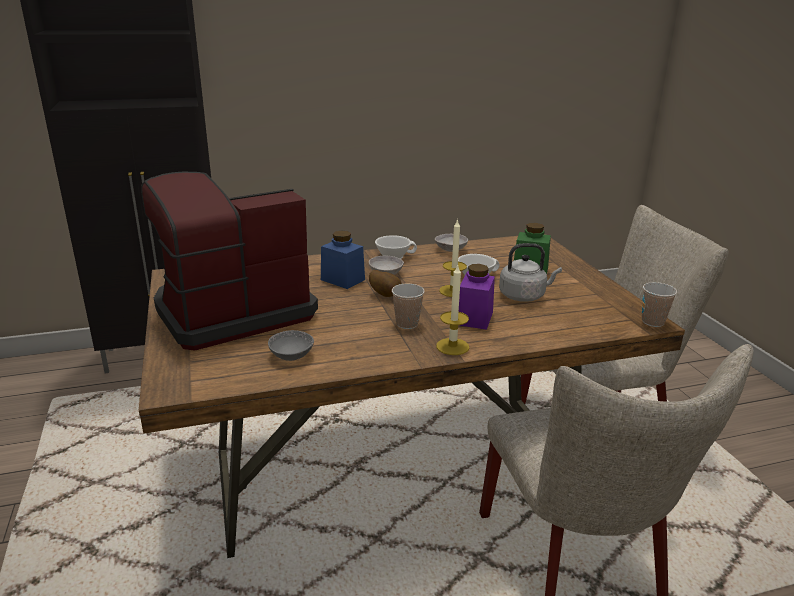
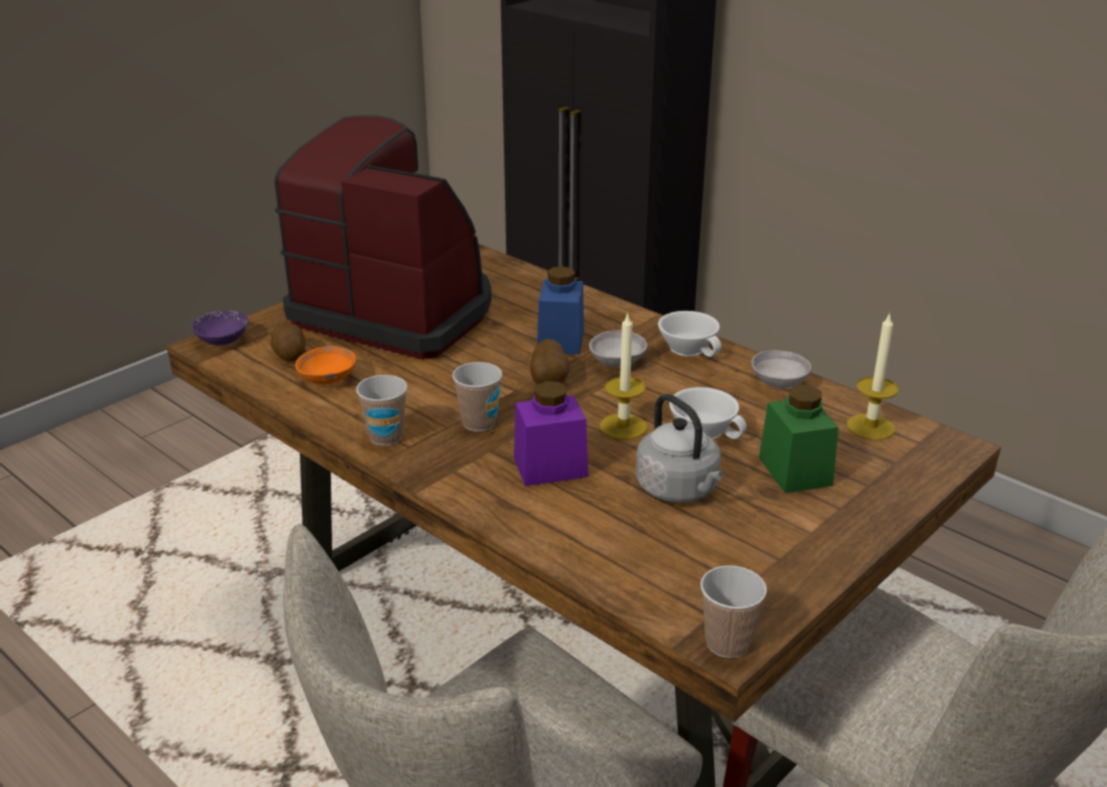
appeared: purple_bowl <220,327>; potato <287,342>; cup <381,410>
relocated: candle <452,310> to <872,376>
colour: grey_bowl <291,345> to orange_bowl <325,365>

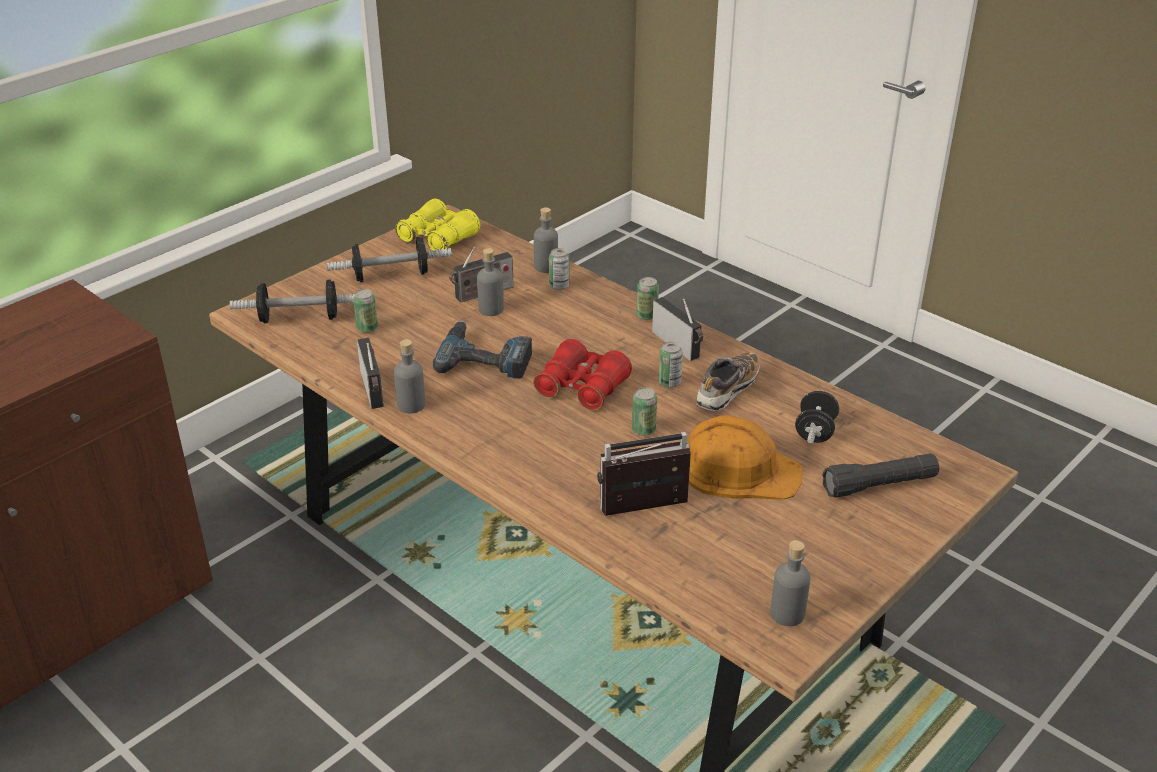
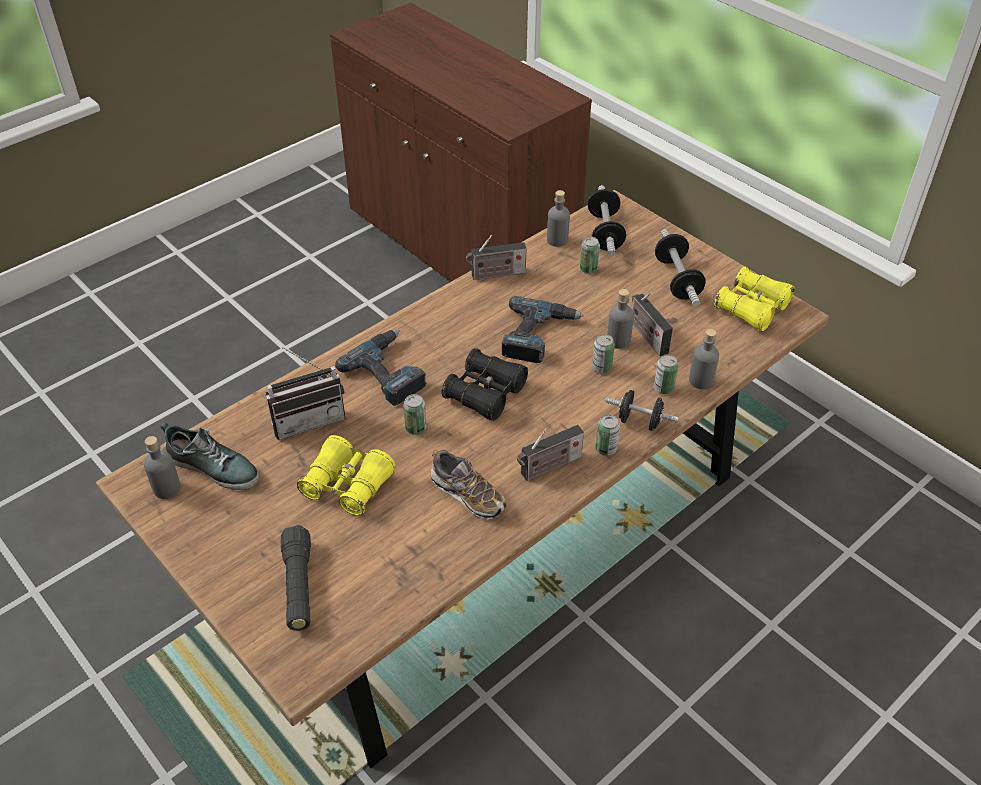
appeared: shoe <209,456>; power_drill <381,367>
relocated: grey_bottle <409,376> to <558,218>; can <670,365> to <603,353>; black_dumbbell <817,417> to <642,410>
exchanged: orange_hard_hat <745,457> to yellow_binoculars <346,475>
colour: red_binoculars <582,374> to black_binoculars <484,384>
spun: radio <644,474> = <305,393> 75 degrees clockwise

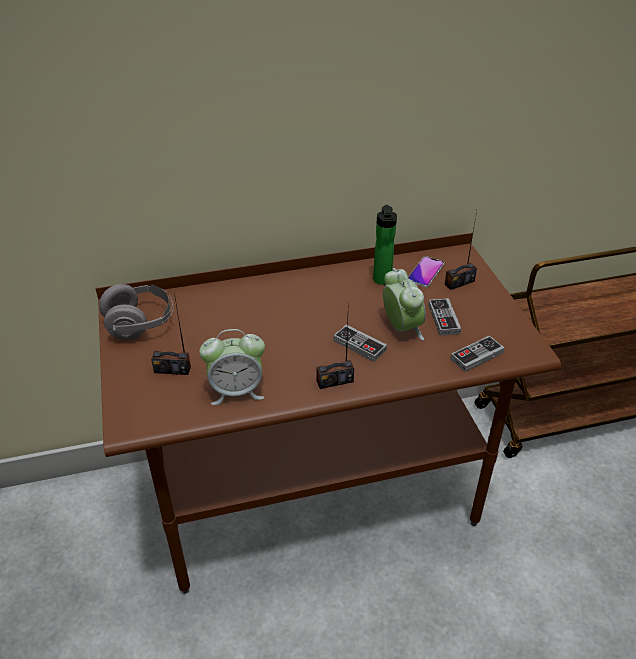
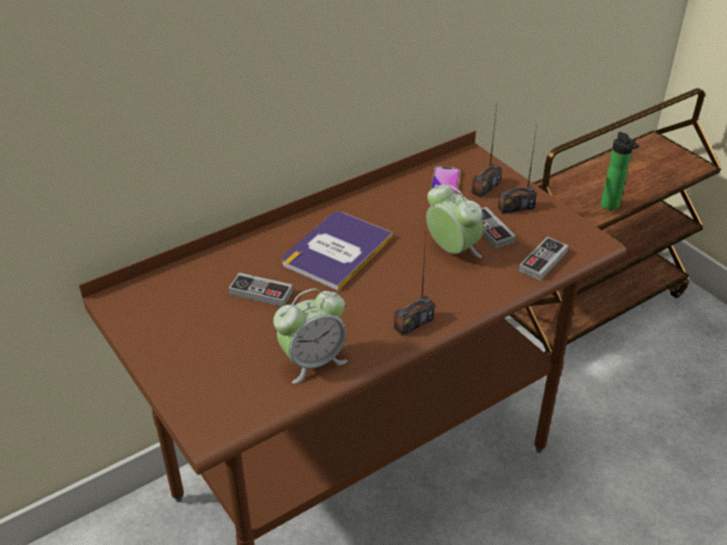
missing: grey_headphones <136,312>
appeared: book <337,251>
relocated: game_controller <360,343> to <261,290>; radio <171,334> to <517,170>; bottle <385,245> to <620,171>

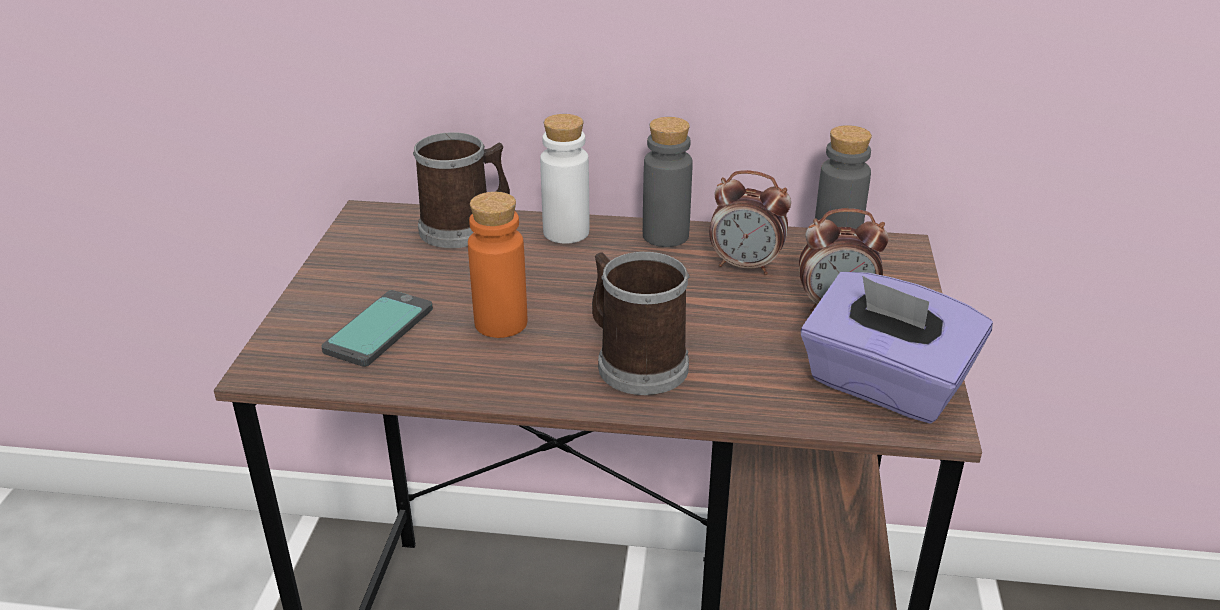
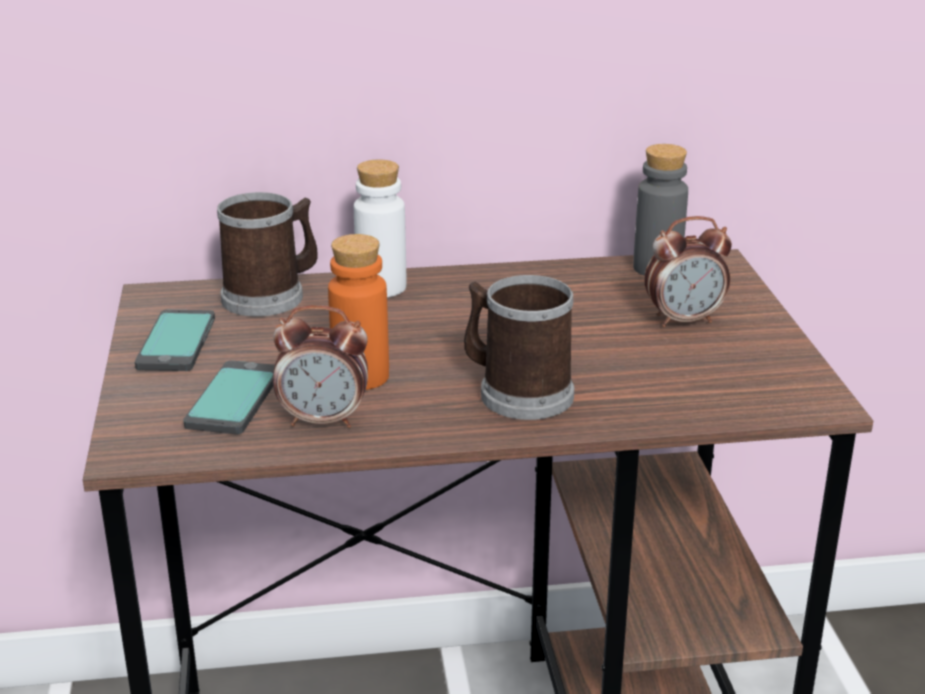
missing: grey_bottle <668,182>; purple_tissue_box <897,347>
appeared: phone <175,340>
relocated: alarm_clock <750,222> to <320,366>

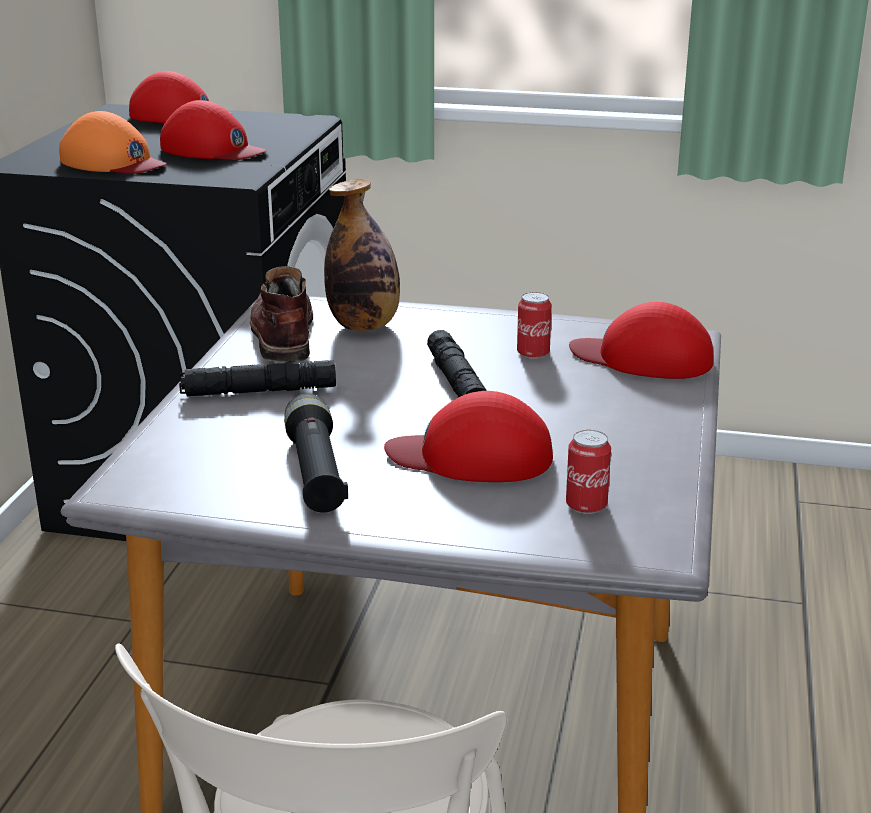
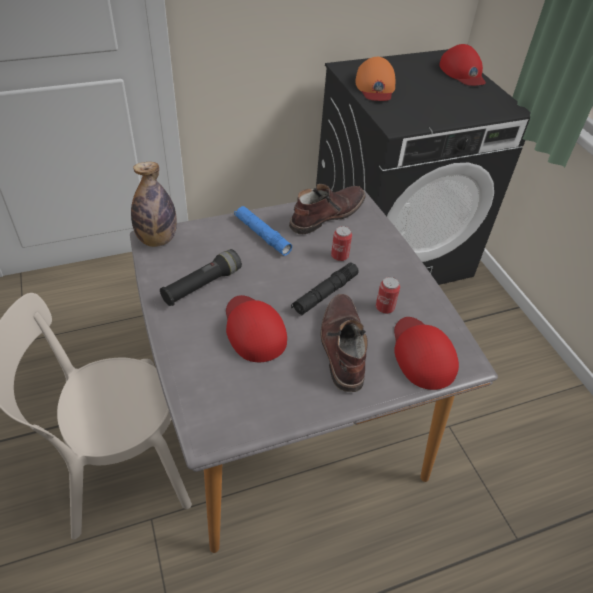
missing: red_cap <213,130>
appeared: brown_boot <344,343>
relocated: bottle <362,255> to <154,204>; can <588,472> to <341,243>
colour: black_flashlight <257,378> to blue_flashlight <263,231>

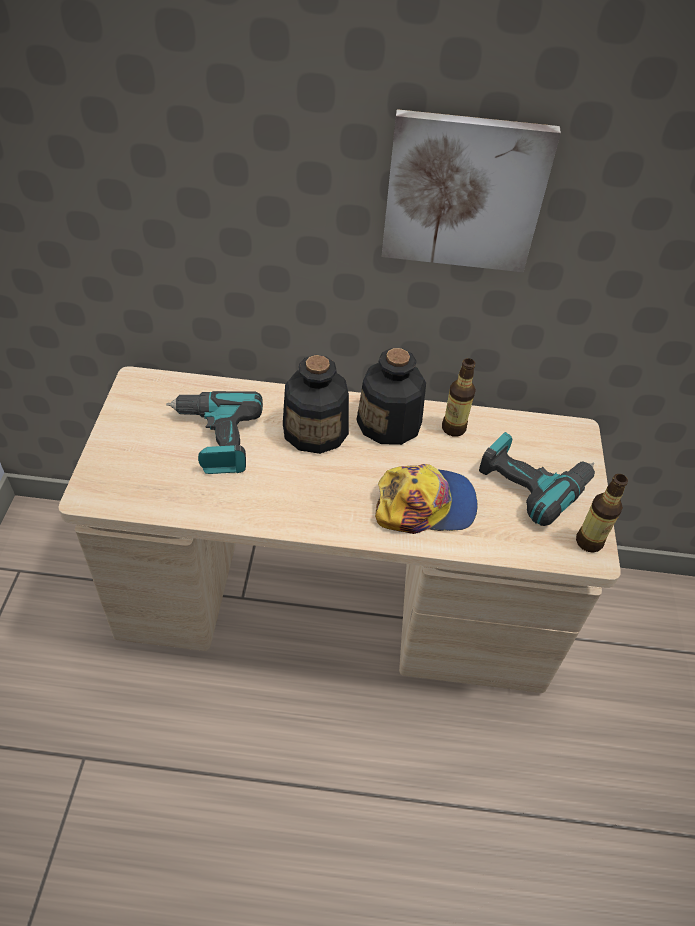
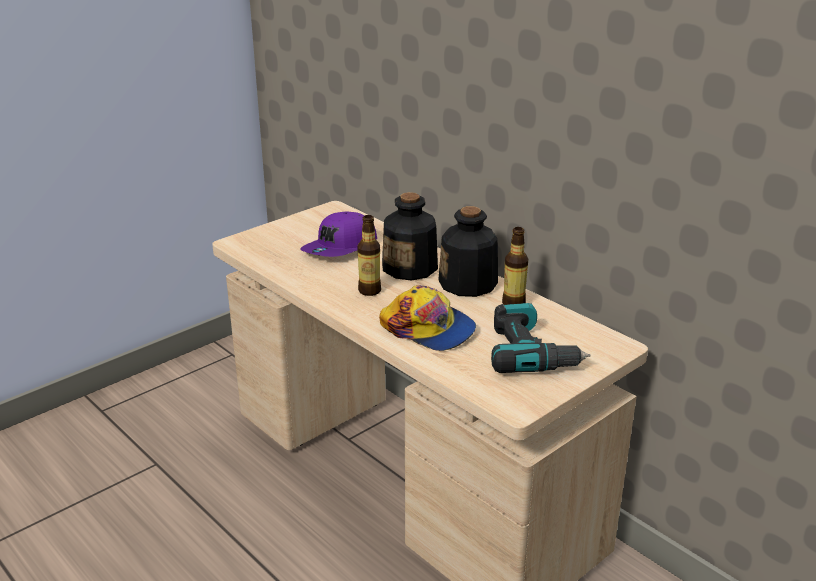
missing: picture <471,190>
relocated: bottle <602,513> to <369,255>
exchanged: power_drill <214,432> to purple_cap <338,234>

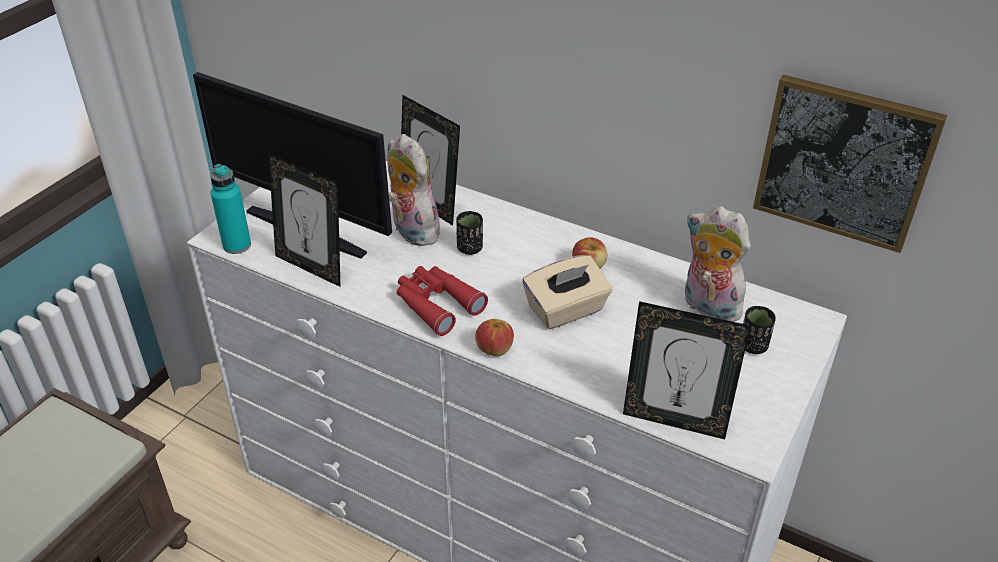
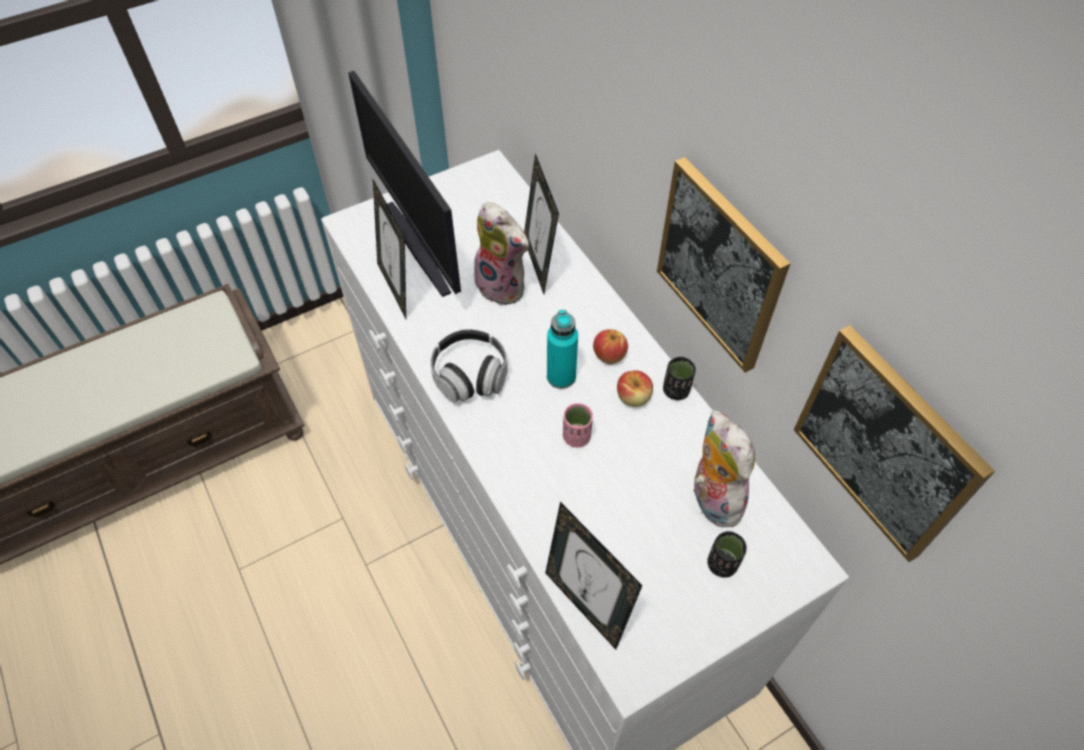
appeared: picture <723,265>
relocated: turquoise_bottle <230,209> to <562,349>; apple <494,337> to <610,346>; black_cup <469,233> to <679,378>
exchanged: red_binoculars <442,301> to headphones <469,366>; beige_tissue_box <567,292> to pink_cup <578,425>
spun: plush_toy <415,190> = <501,254> 135 degrees clockwise

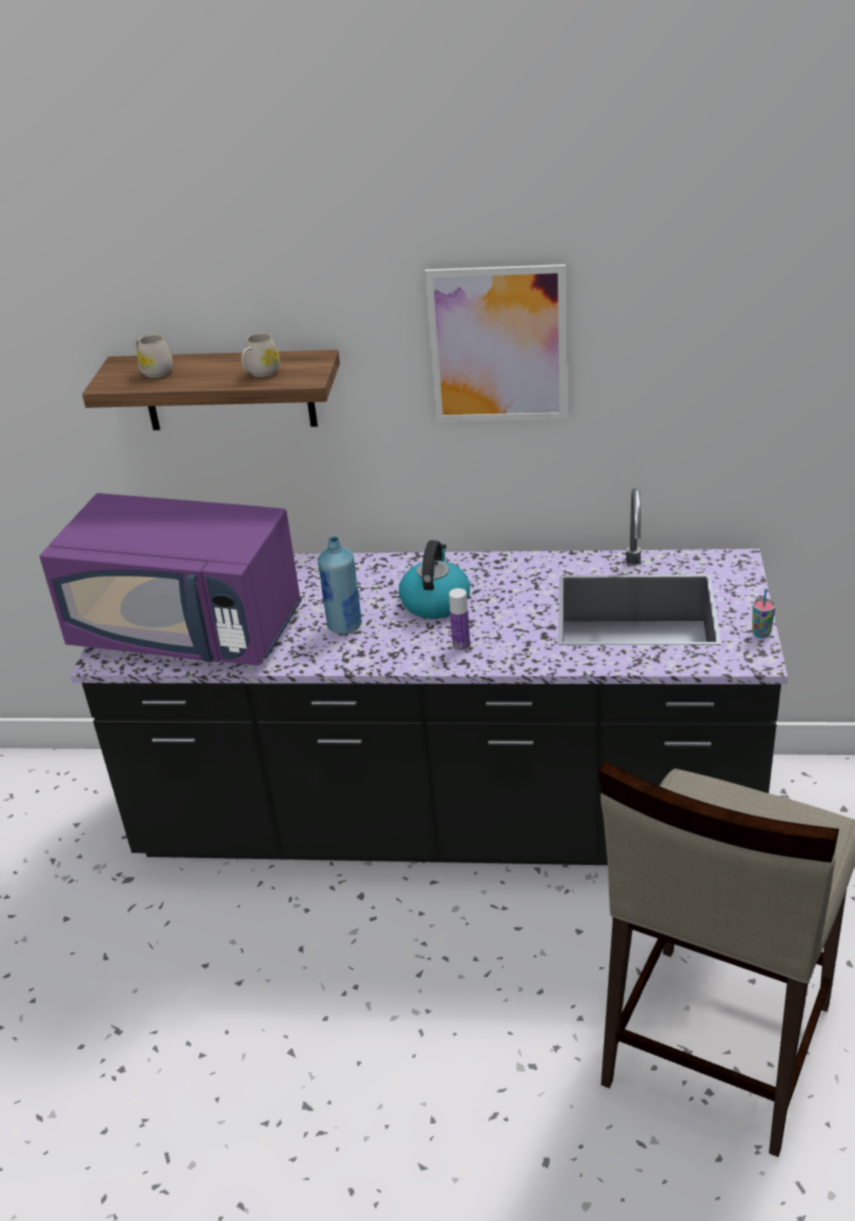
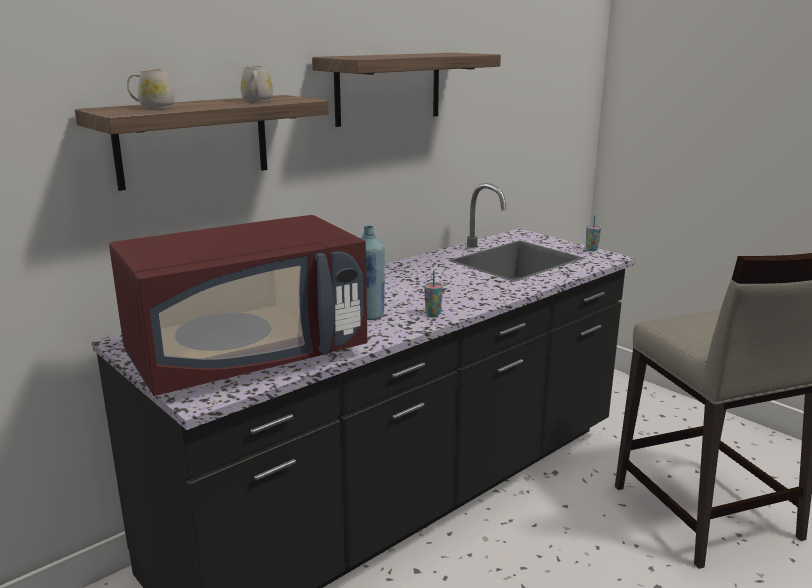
missing: kettle <434,579>; bottle <459,619>
appeared: cup <433,293>
exchanged: picture <496,343> to shelf <406,90>
colour: purple_microwave <170,579> to red_microwave <238,305>

